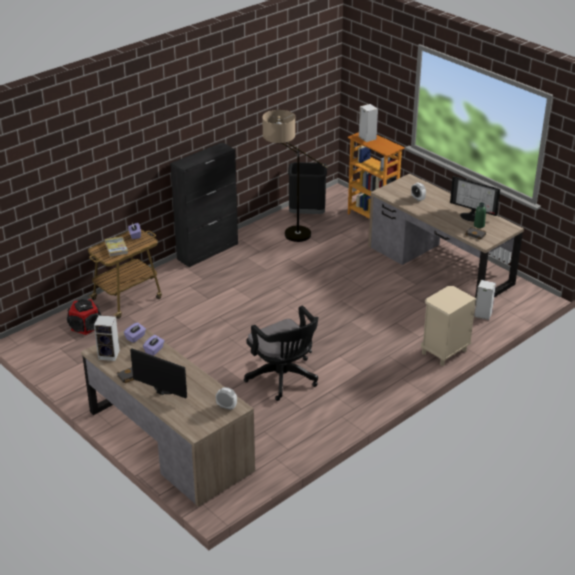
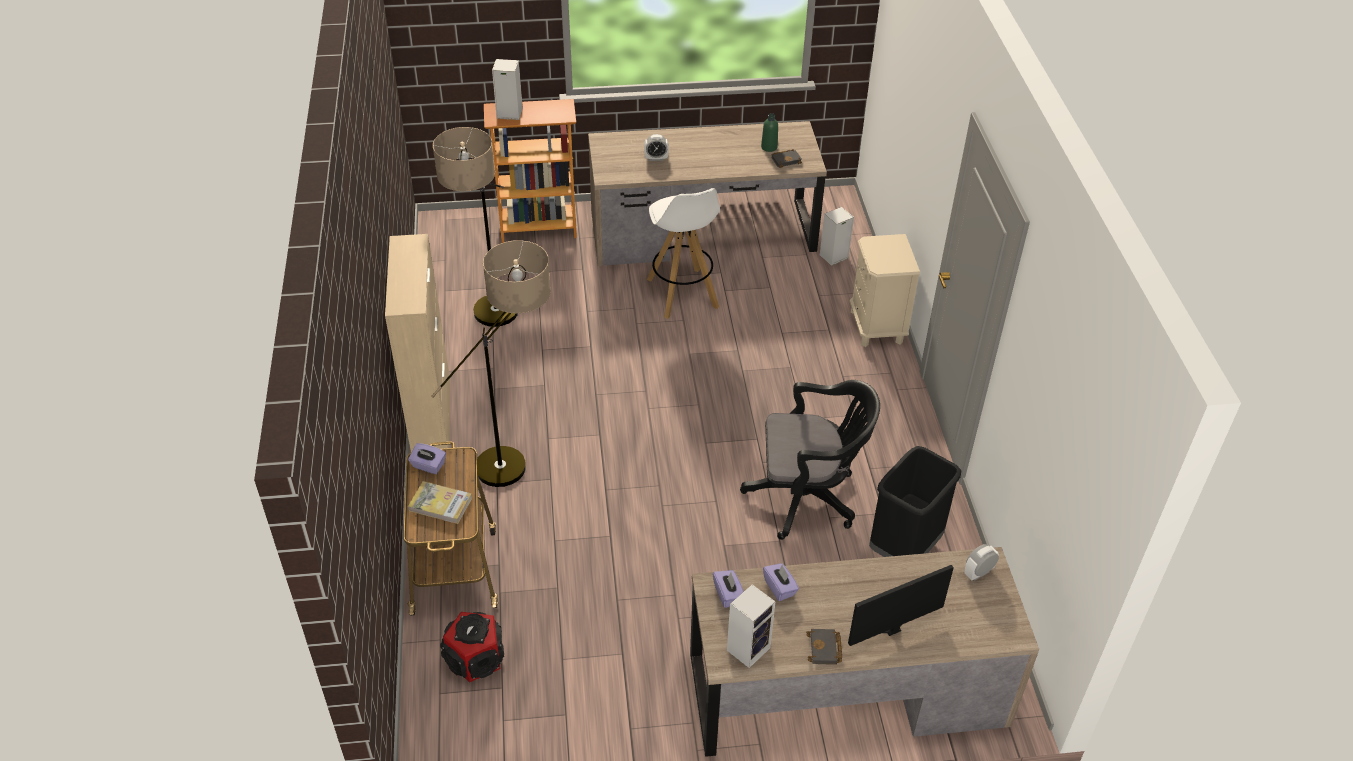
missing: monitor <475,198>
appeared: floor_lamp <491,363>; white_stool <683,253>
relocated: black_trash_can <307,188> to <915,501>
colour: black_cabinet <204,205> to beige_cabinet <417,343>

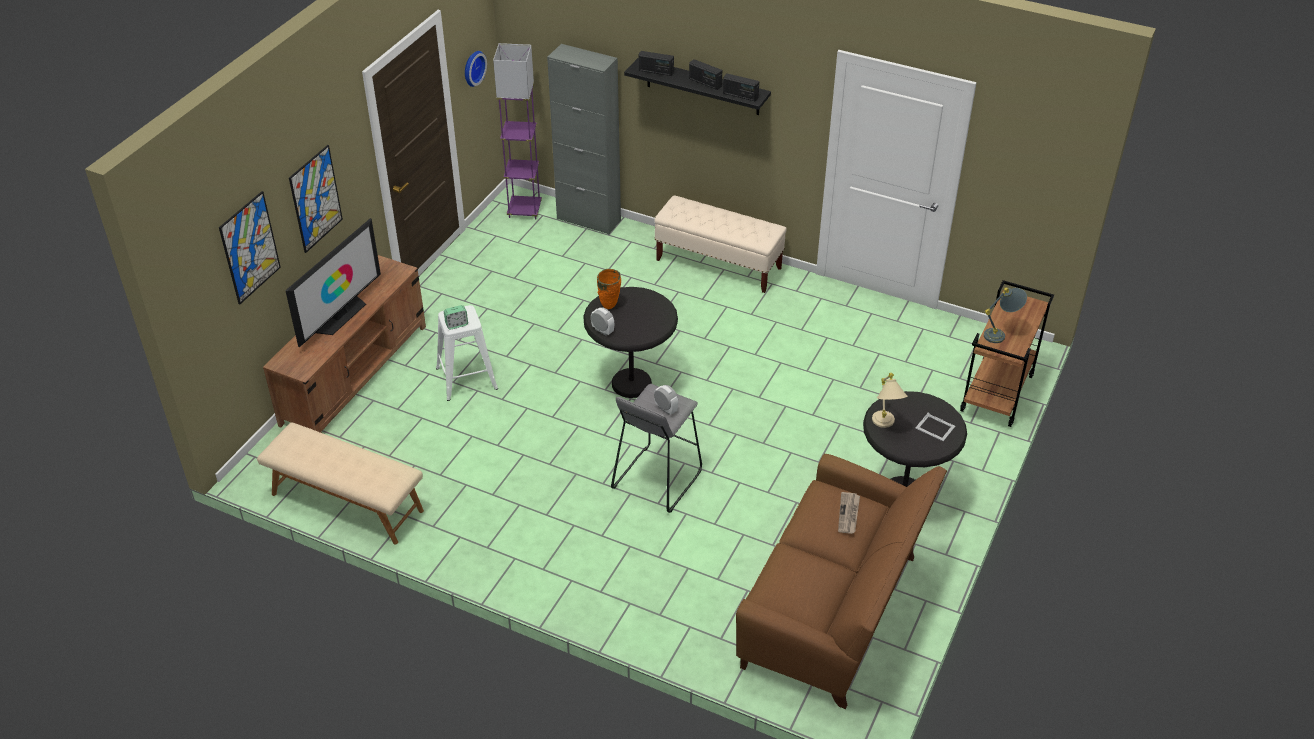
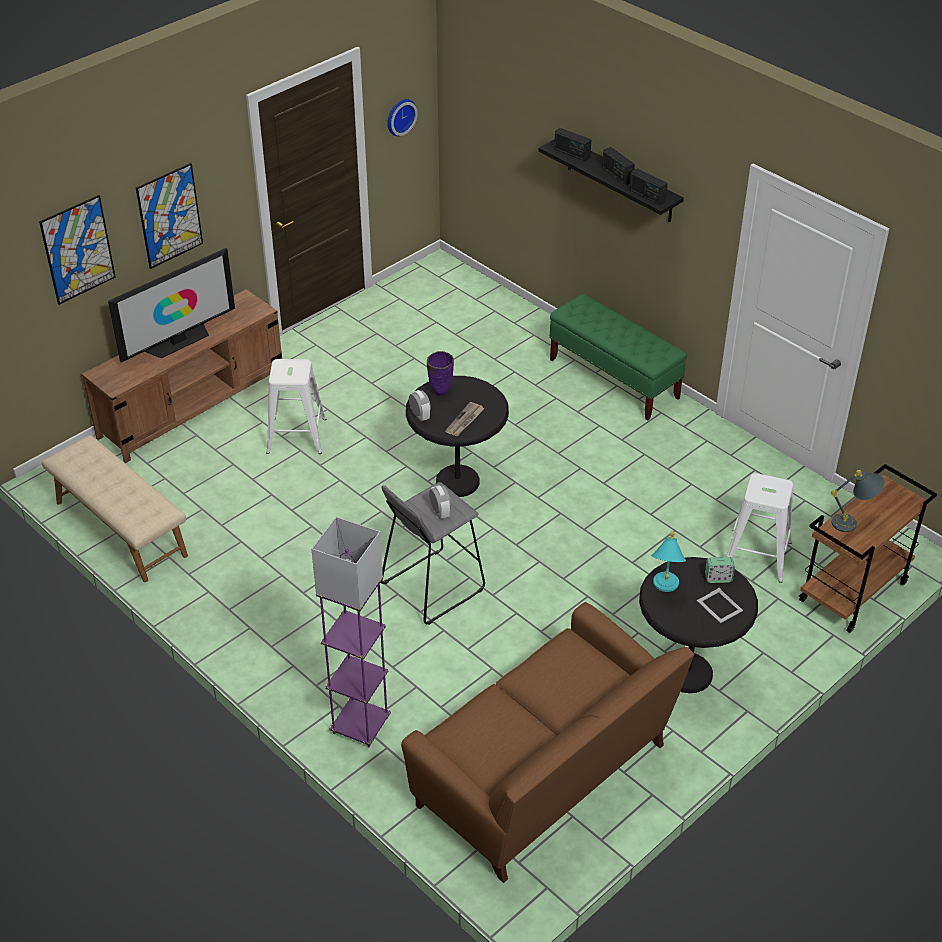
missing: grey_cabinet <584,139>
appeared: white_stool <759,528>
relocated: purple_floor_lamp <517,131> to <351,632>; newspaper <849,513> to <465,419>; alarm_clock <456,317> to <720,570>
colour: orange_vase <609,289> to purple_vase <440,373>; beige_bench <720,244> to green_bench <618,357>; beige_table_lamp <889,400> to turquoise_table_lamp <668,561>

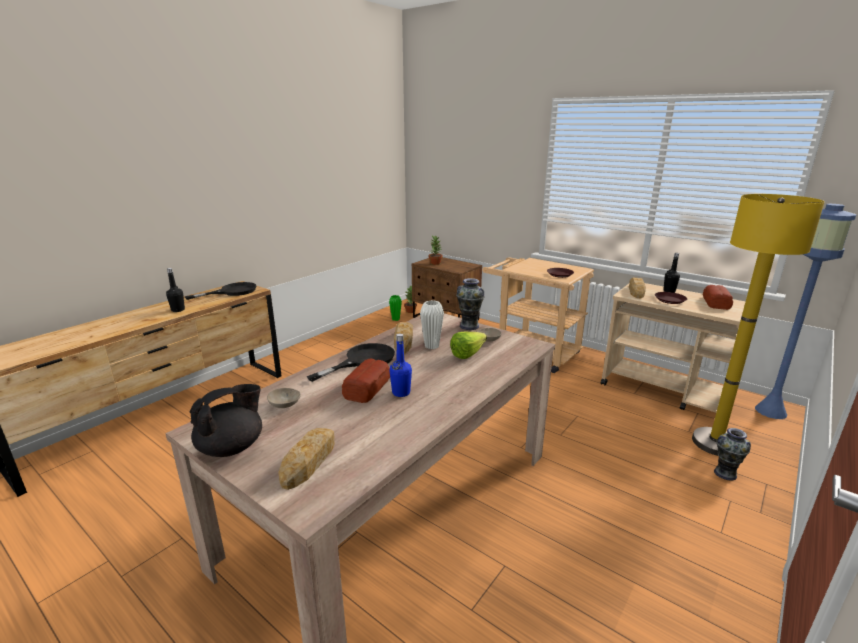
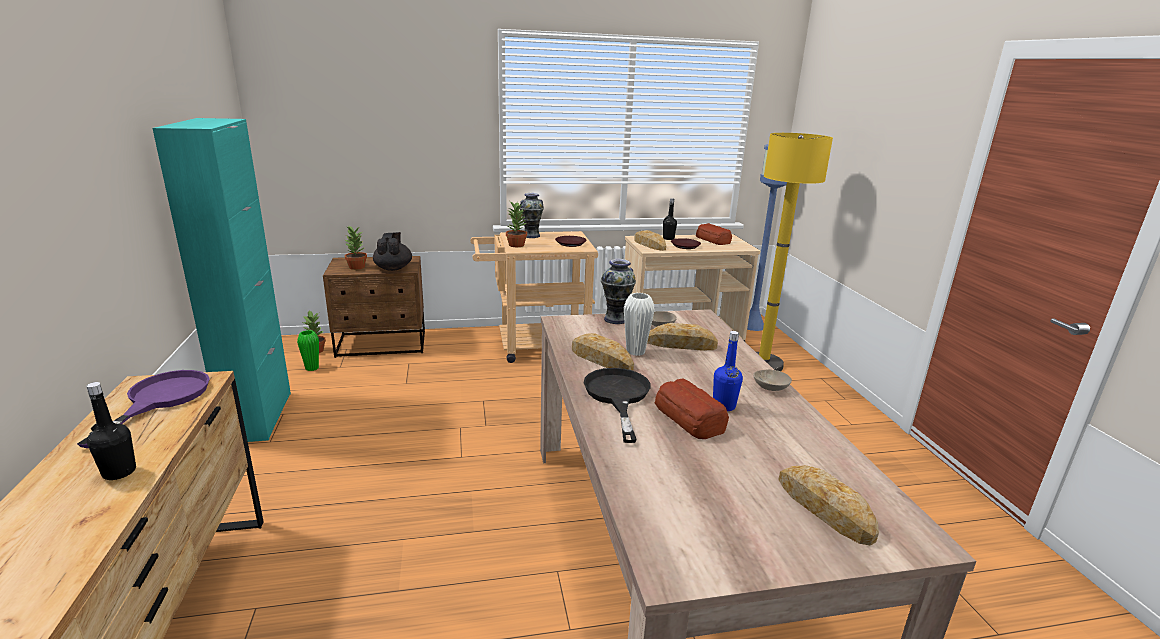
appeared: turquoise_cabinet <221,280>; potted_plant <516,224>
relocated: black_teapot <226,420> to <392,251>; vase <732,454> to <532,215>; beige_bowl <284,398> to <772,380>
exchanged: lettuce <468,345> to bread <682,337>
colour: black_frying_pan <220,291> to purple_frying_pan <143,409>

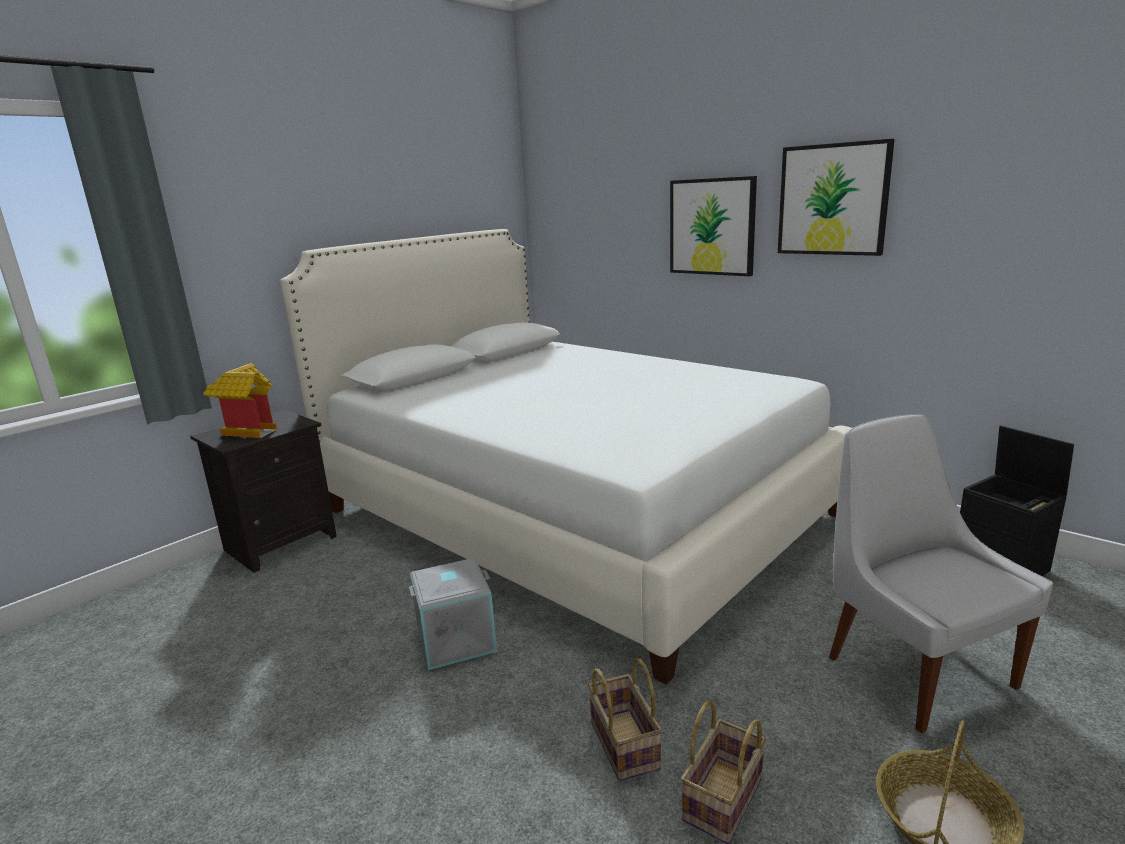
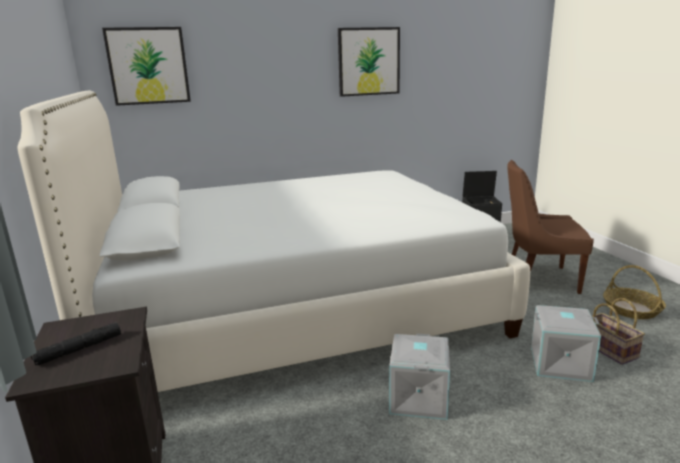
relocated: picture <713,226> to <146,66>
exchanged: toy_house <240,400> to black_flashlight <76,344>; basket <625,719> to grey_storage_box <566,343>
colour: white_chair <941,573> to brown_chair <550,227>

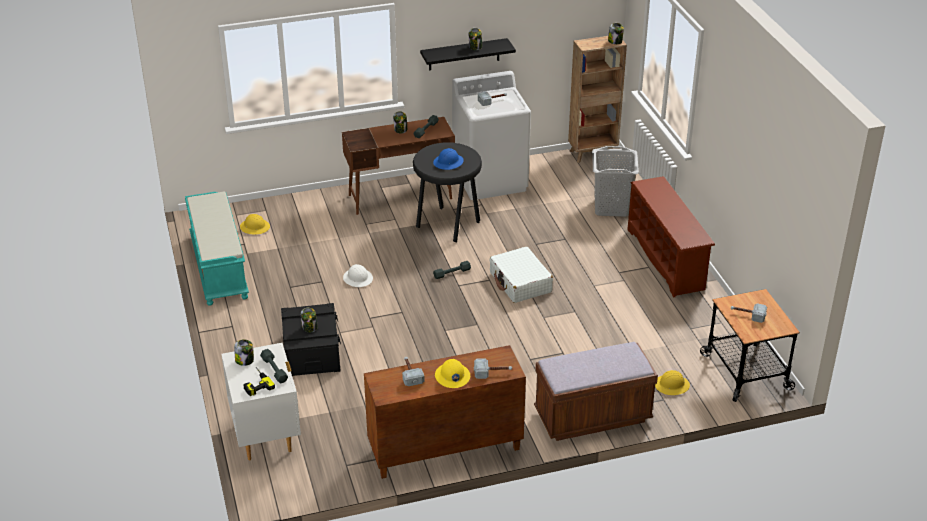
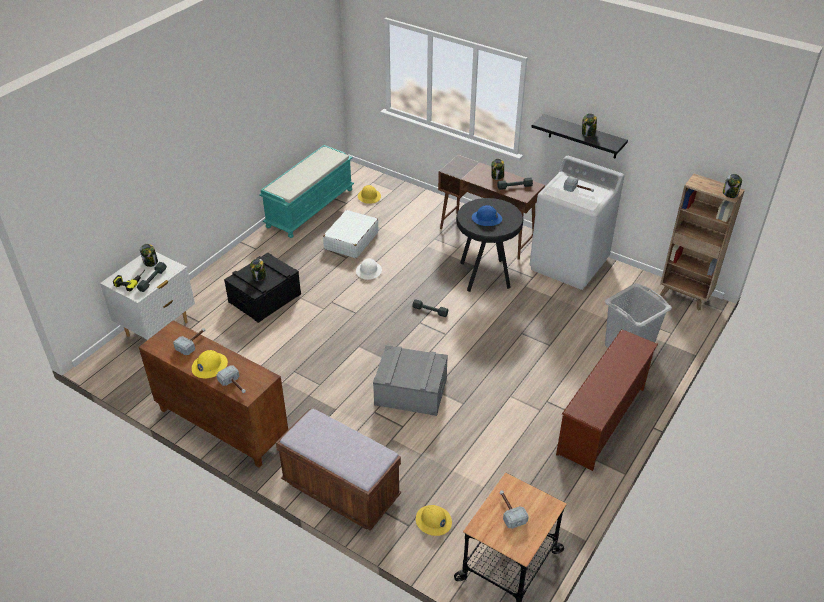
appeared: grey_storage_box <410,380>
relocated: white_suitcase <521,275> to <350,234>

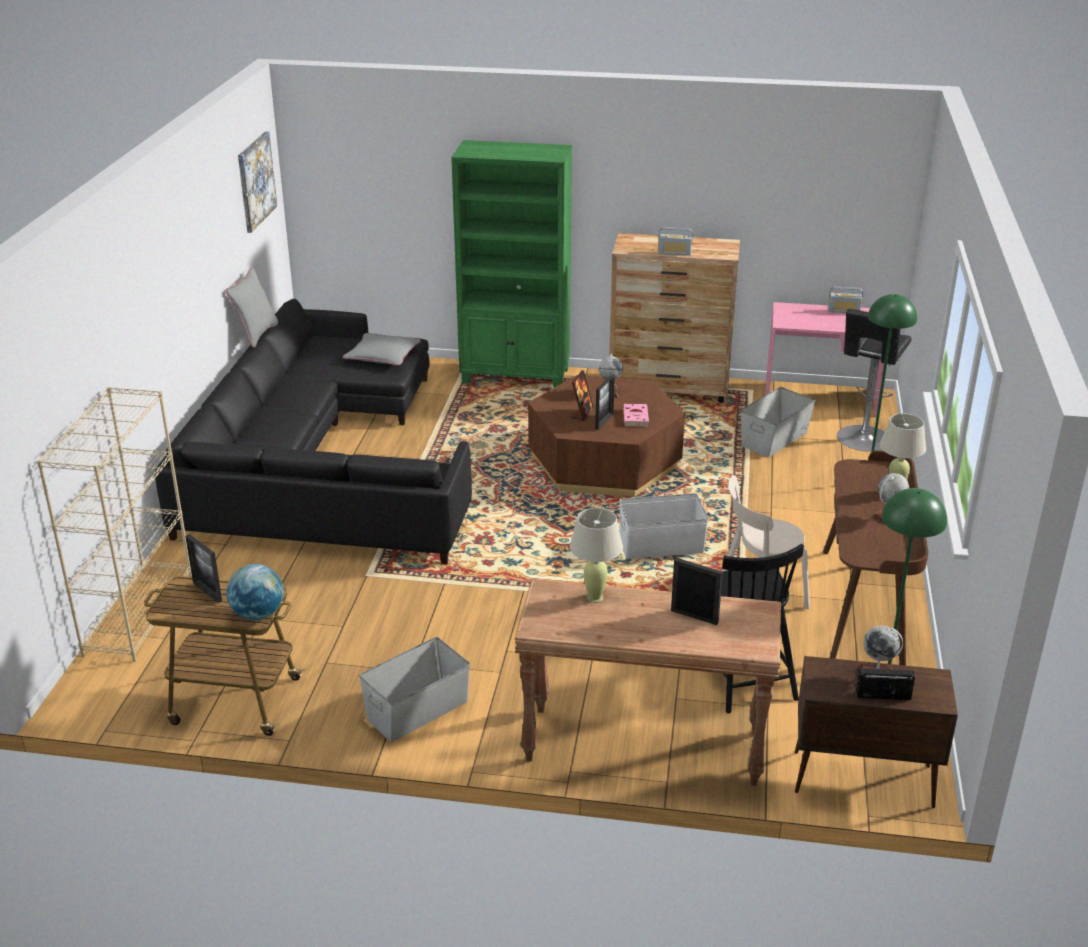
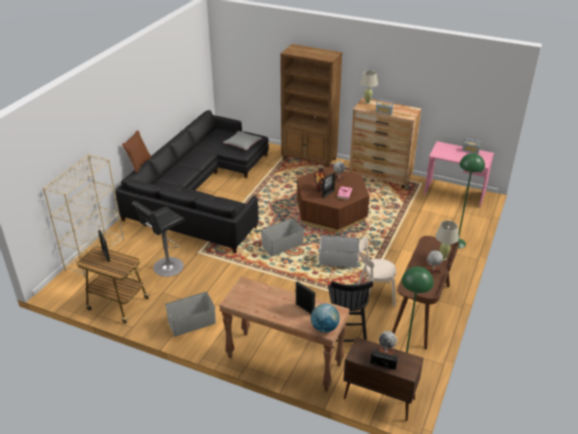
missing: grey_pillow <252,307>; picture <257,182>
appeared: brown_pillow <136,151>
relocated: black_stool <874,380> to <158,239>; grey_storage_box <778,422> to <283,237>; globe <254,592> to <325,318>; beige_table_lamp <596,555> to <369,87>
colour: green_bookcase <511,264> to brown_bookcase <311,106>

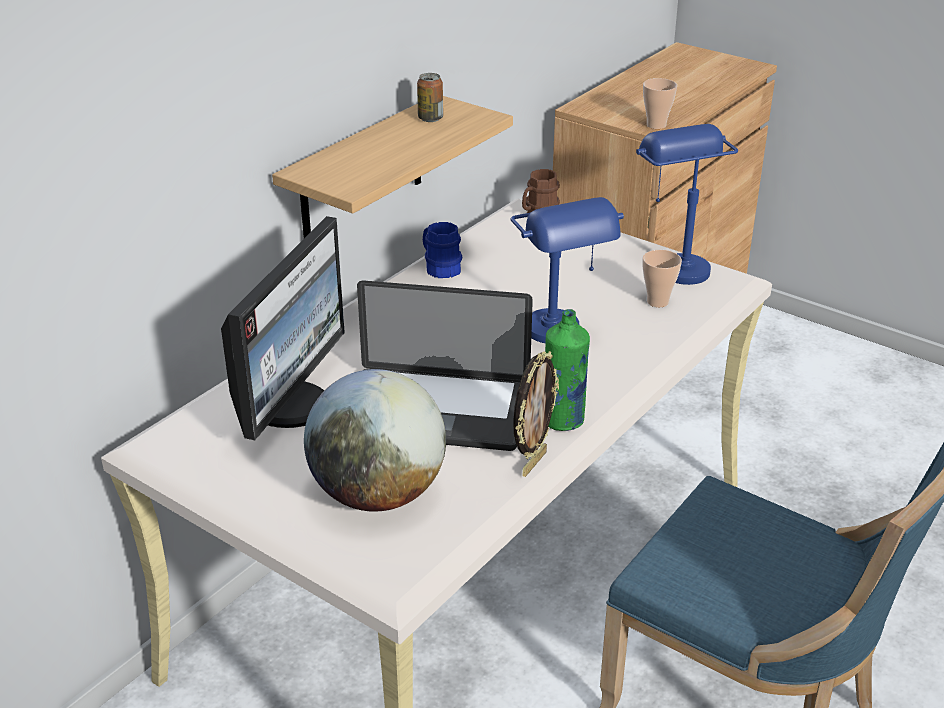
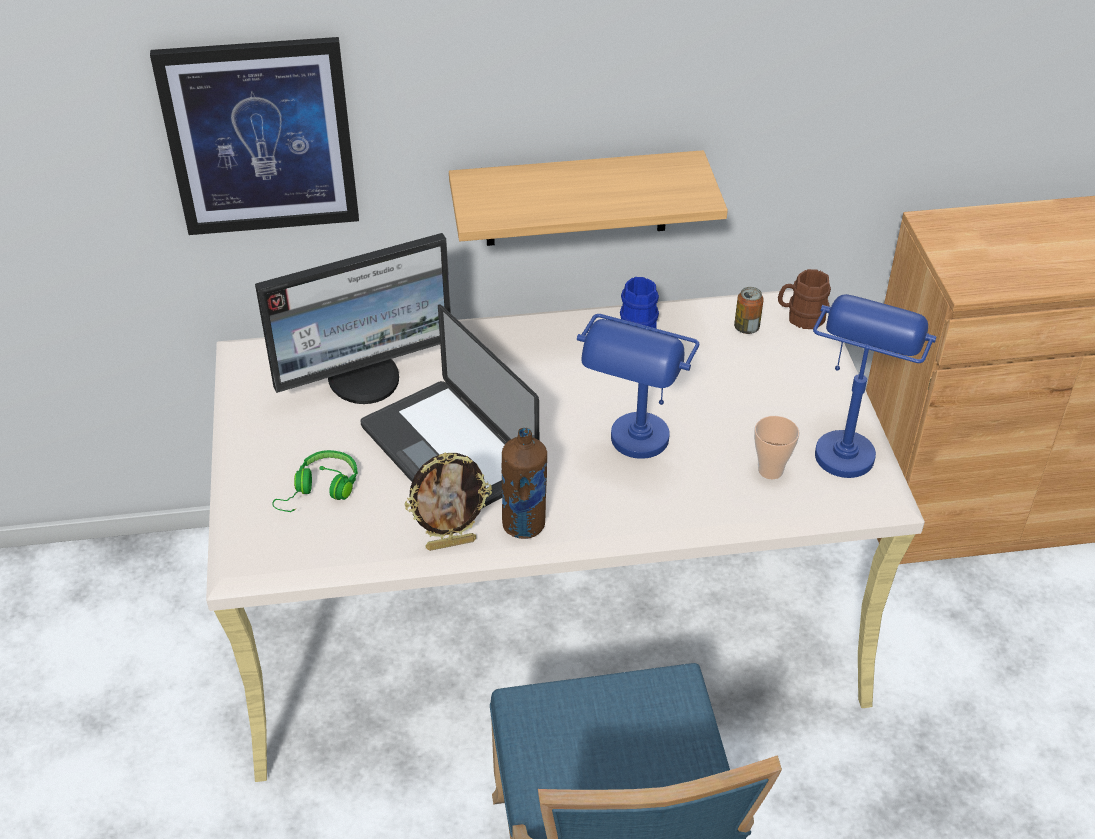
missing: cup <660,103>
appeared: picture <254,136>
relocated: can <430,97> to <749,310>
exchanged: globe <375,440> to green_headphones <315,481>
colour: green_bottle <567,370> to brown_bottle <524,483>

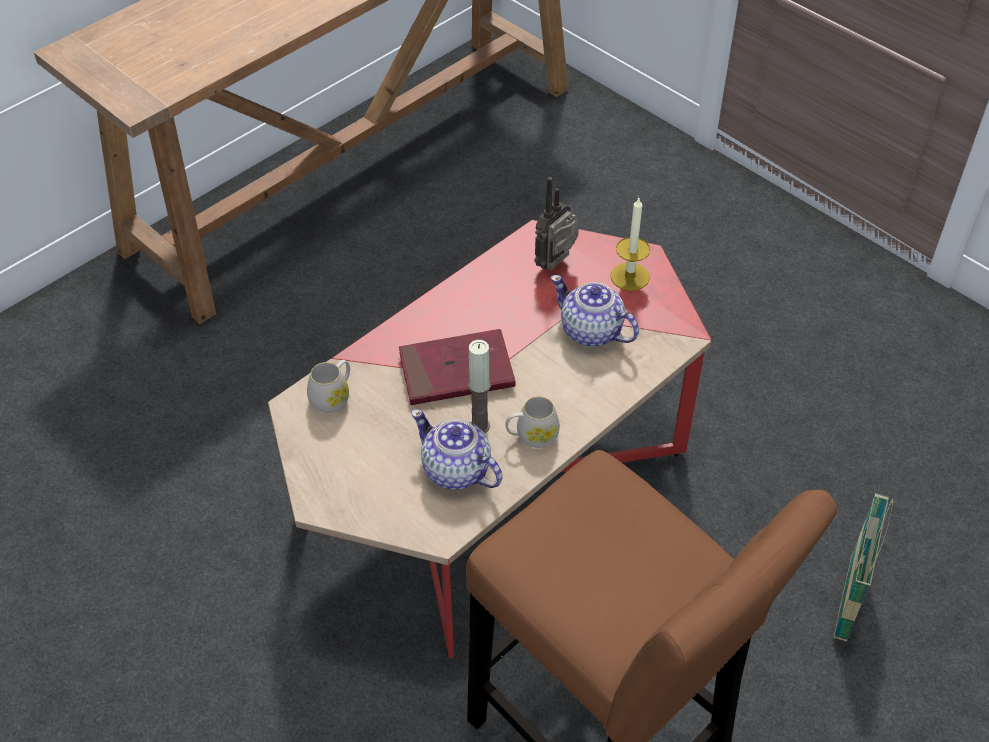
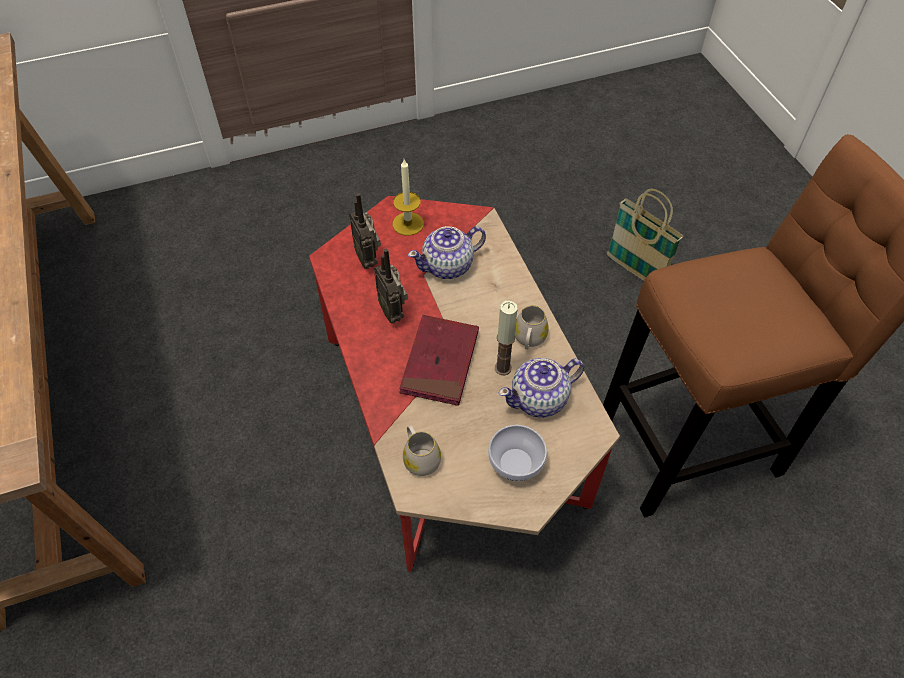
appeared: radio <391,286>; bowl <517,453>

